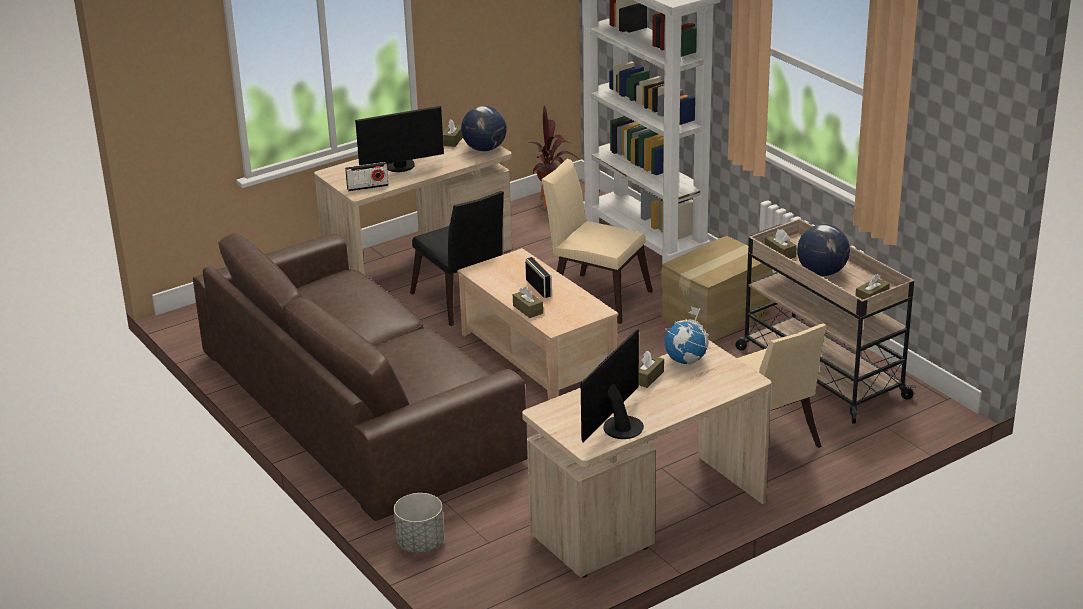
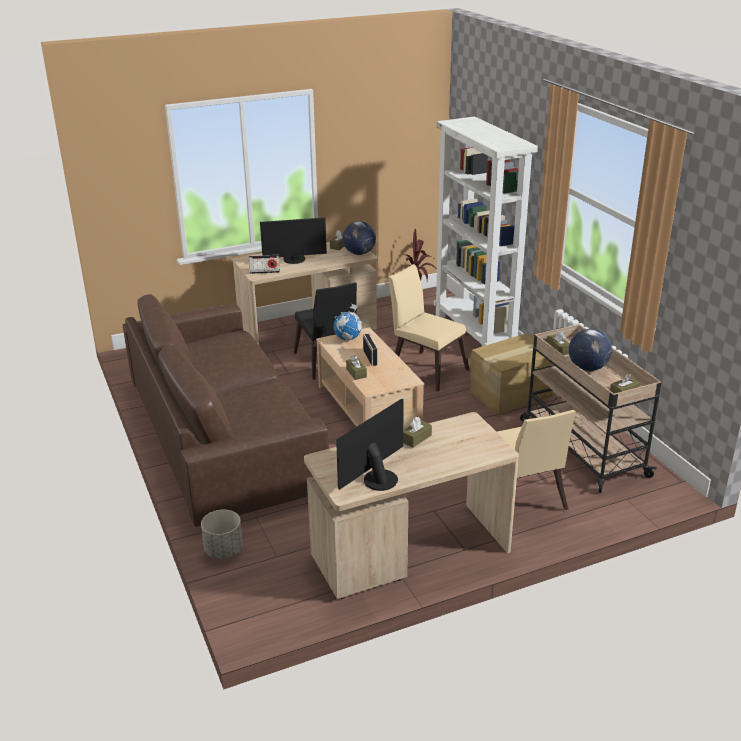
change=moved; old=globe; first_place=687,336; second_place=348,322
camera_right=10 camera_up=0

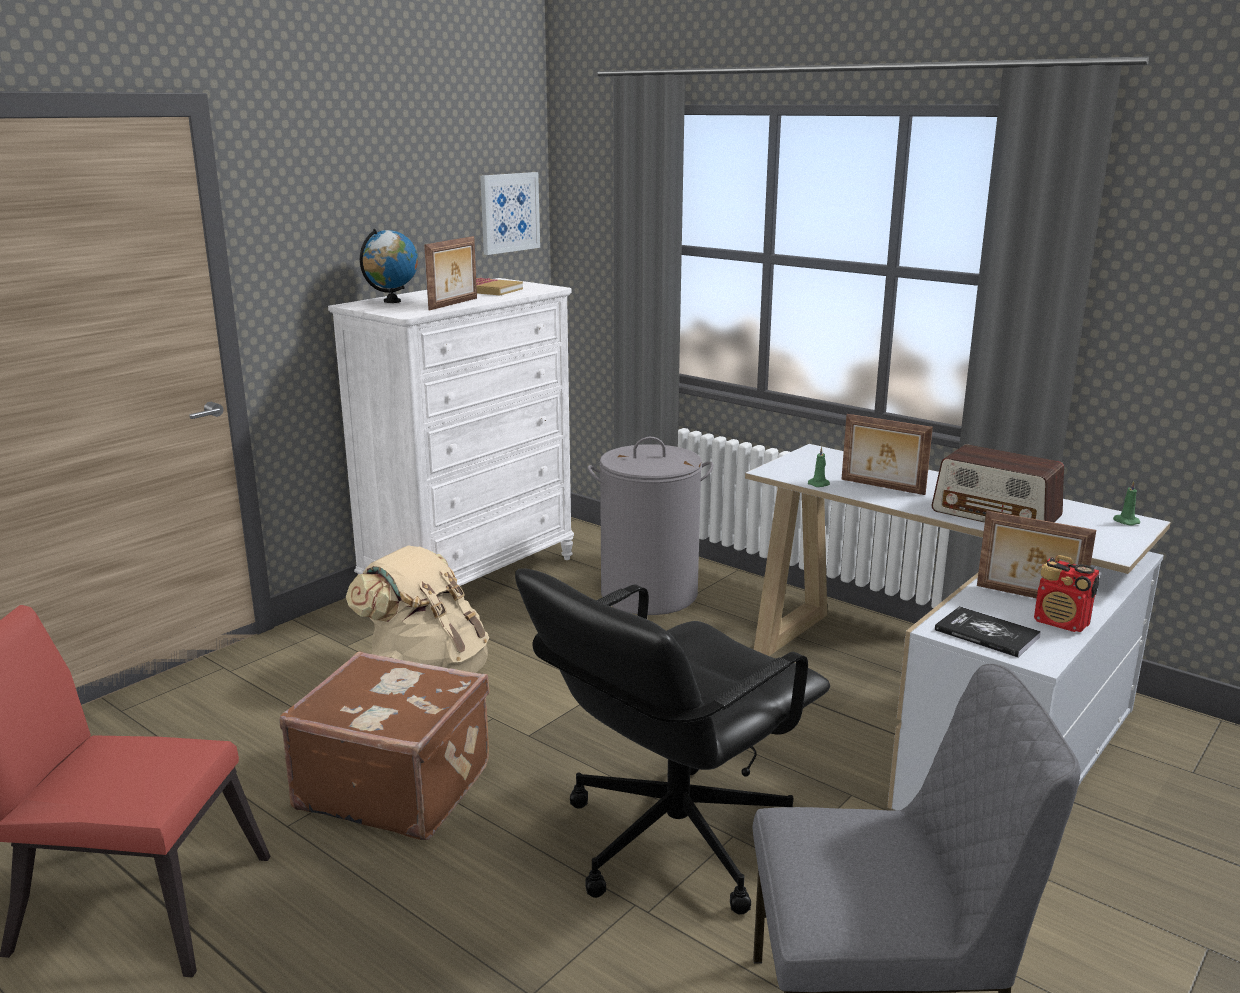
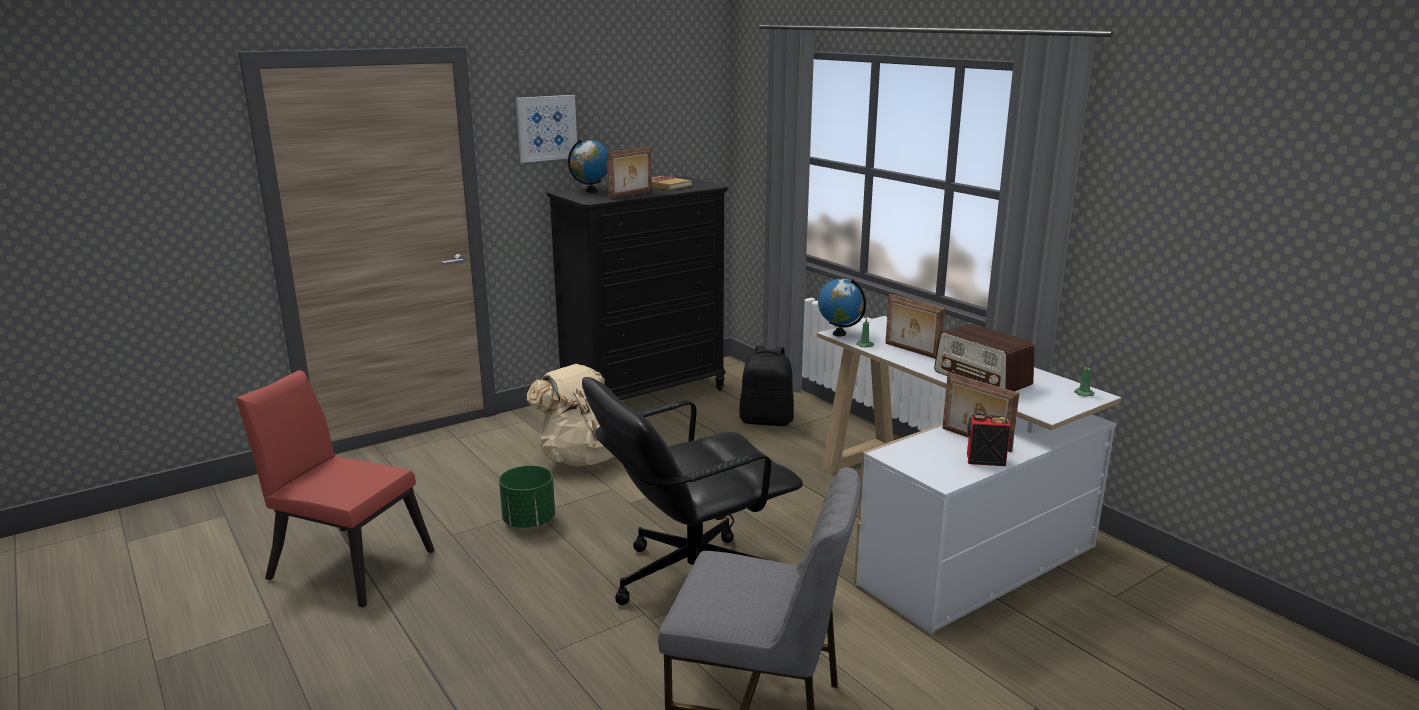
change=replaced; old=brown_suitcase; new=green_planter; first_place=384,745; second_place=527,496
change=recoloured; old=white_dresser; new=black_dresser; first_place=451,432; second_place=637,288
change=moved; old=picture; first_place=510,213; second_place=546,129
change=replaced; old=grey_laundry_basket; new=black_backpack; first_place=651,526; second_place=766,386
change=removed; old=book; first_place=988,632
change=turned; old=radio; first_place=1066,593; second_place=989,439; degrees=135
change=added; new=globe; second_place=842,308
camera_right=15 camera_up=0

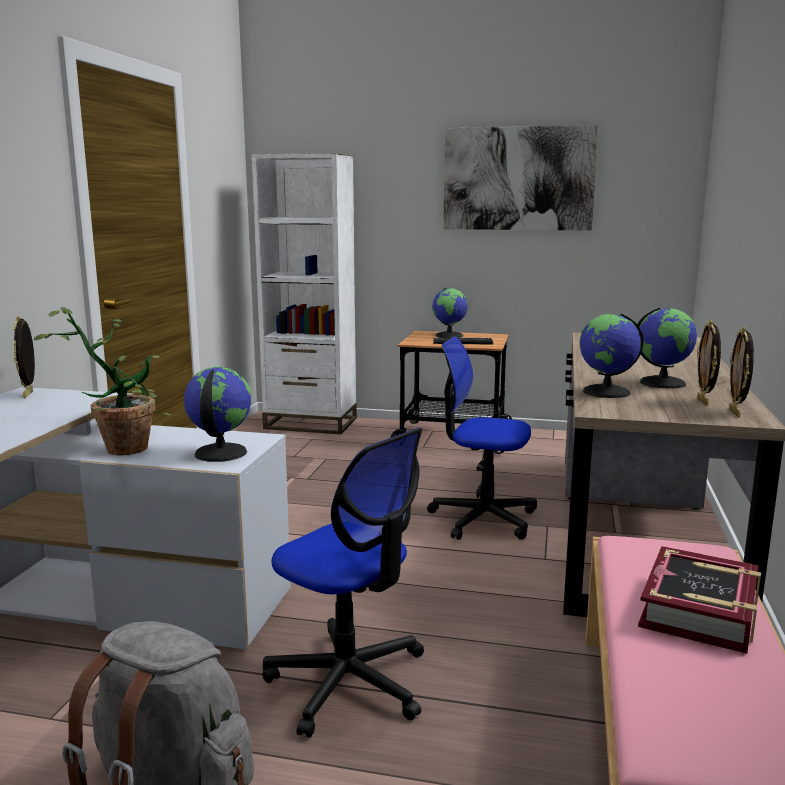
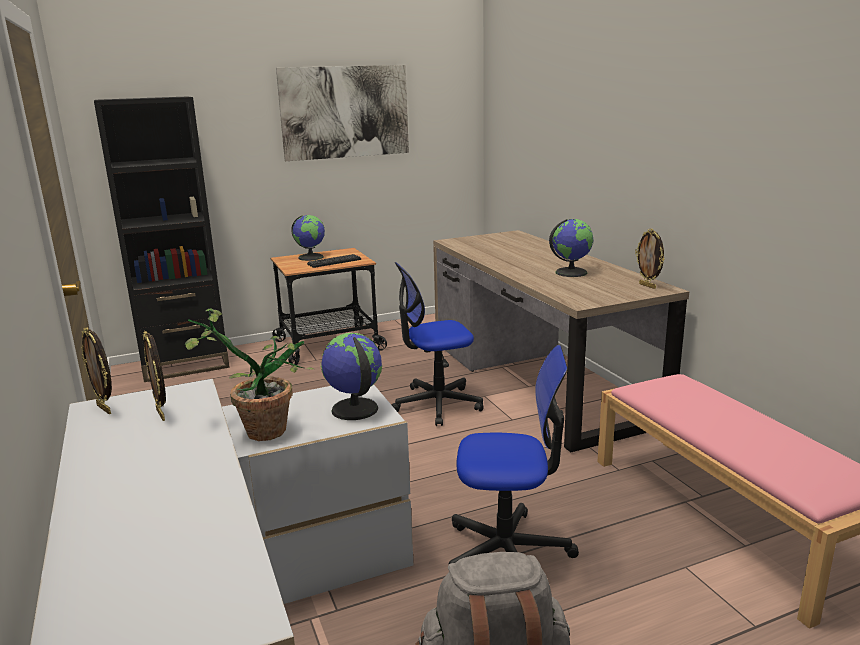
change=recoloured; old=white_bookcase; new=black_bookcase; first_place=304,293; second_place=162,239
change=removed; old=globe; first_place=611,356
change=removed; old=book; first_place=699,600
change=moved; old=picture_frame; first_place=709,363; second_place=154,376
camera_right=-35 camera_up=5

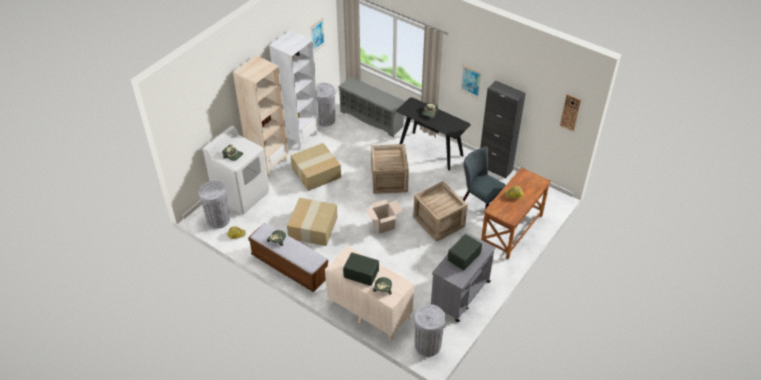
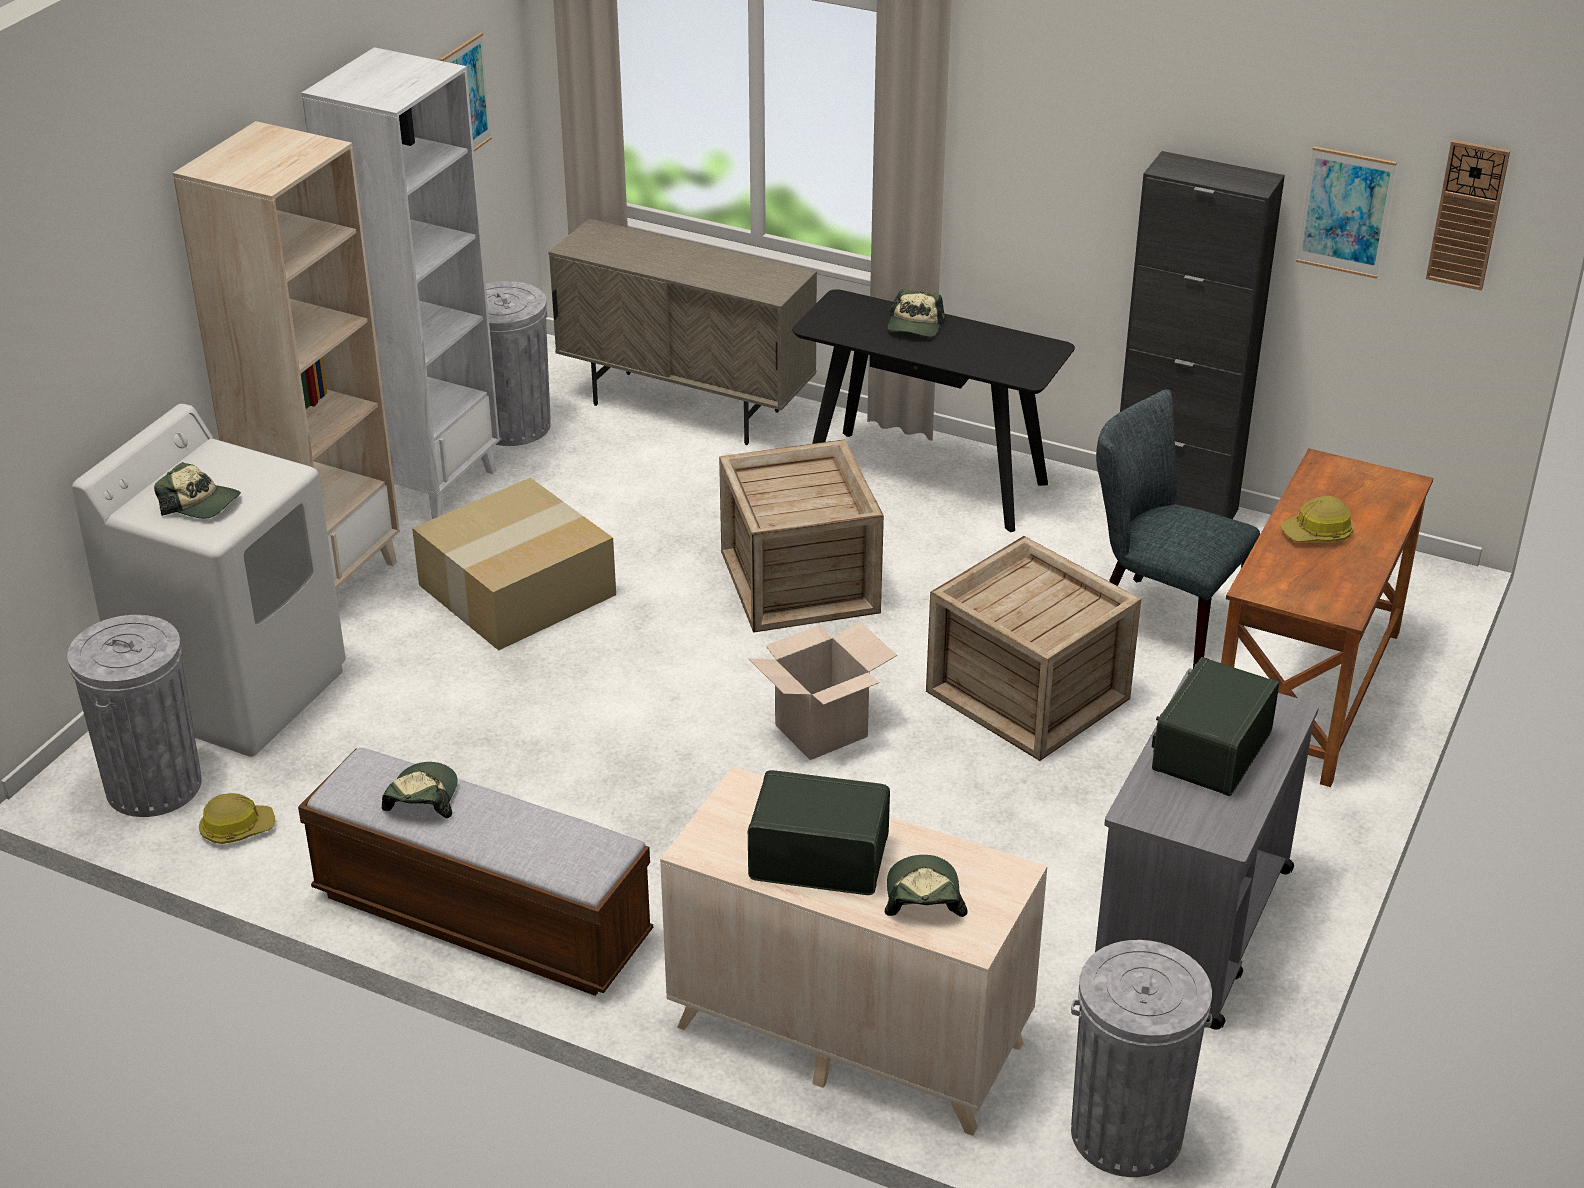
change=removed; old=cardboard_box; first_place=312,222
change=replaced; old=grey_shoe_rack; new=beige_cabinet; first_place=372,107; second_place=682,332
change=moved; old=picture; first_place=471,82; second_place=1346,213
camera_right=-10 camera_up=-10

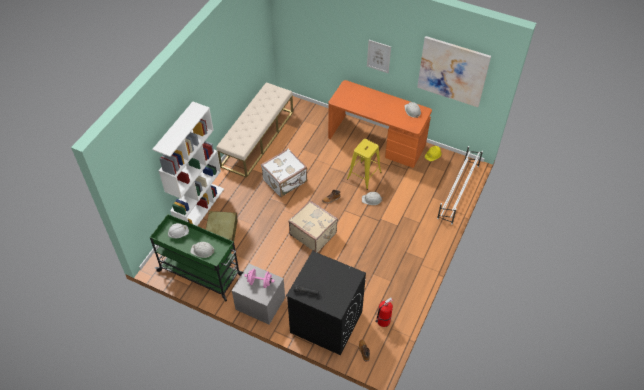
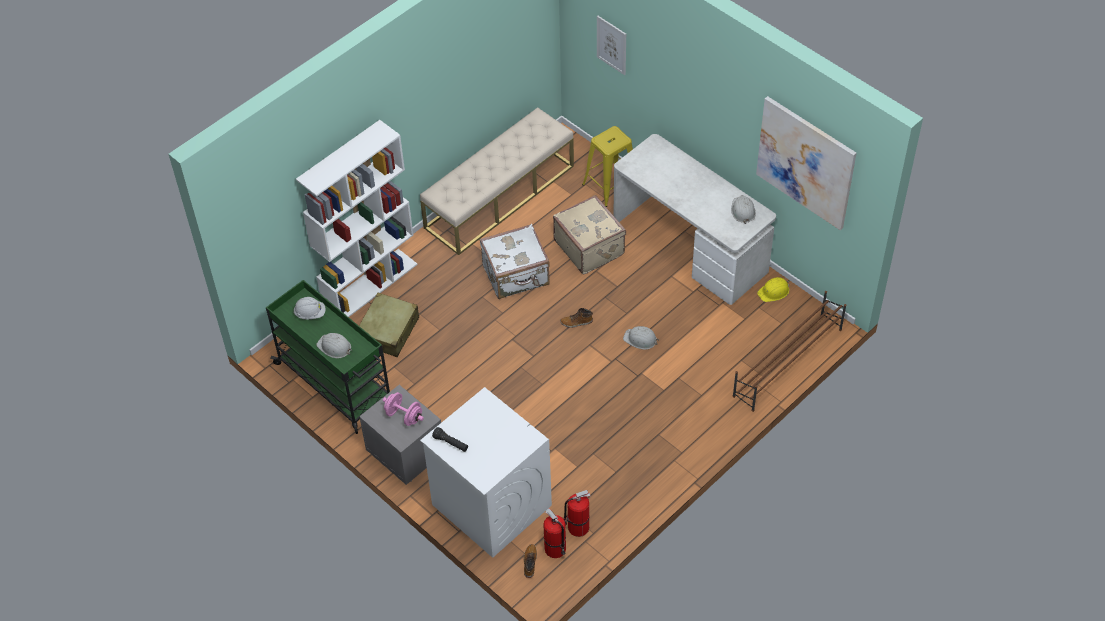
change=recoloured; old=black_washing_machine; new=white_washing_machine; first_place=326,303; second_place=486,472
change=moved; old=beige_suitcase; first_place=313,226; second_place=589,234
change=recoloured; old=orange_desk; new=white_desk; first_place=380,124; second_place=694,219
change=moved; old=yellow_stool; first_place=364,164; second_place=607,166
change=moved; old=picture; first_place=379,56; second_place=611,45
change=recoloured; old=white_shoe_rack; new=brown_shoe_rack; first_place=460,185; second_place=789,351
change=added; new=fire_extinguisher; second_place=554,533
camera_right=20 camera_up=0

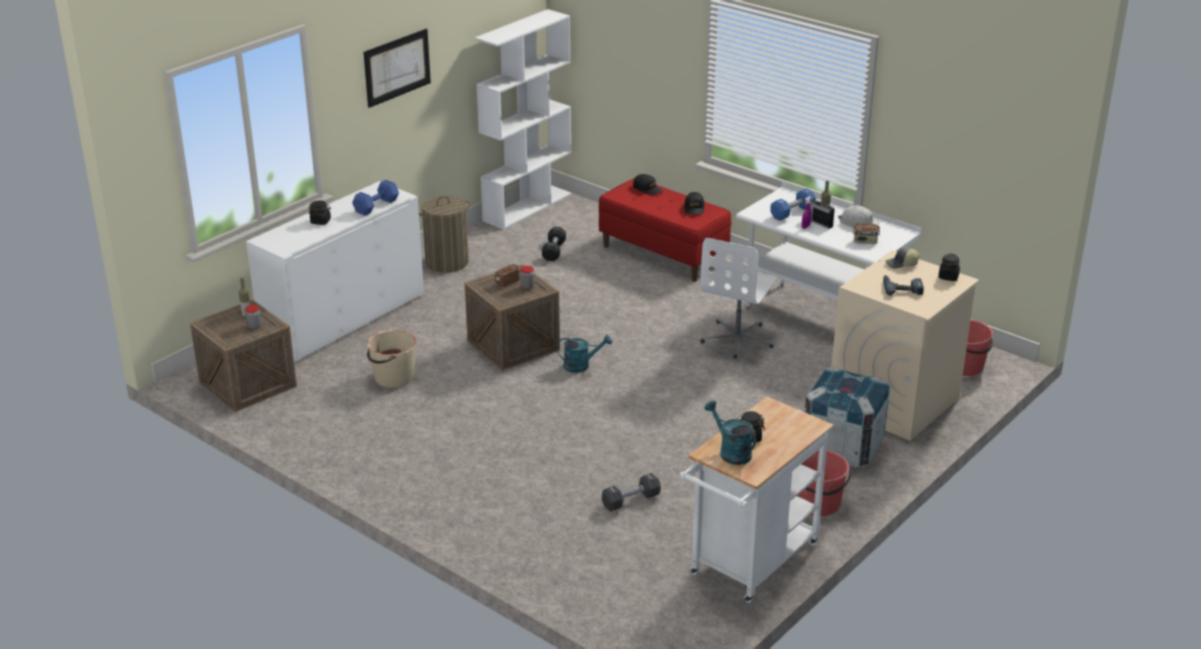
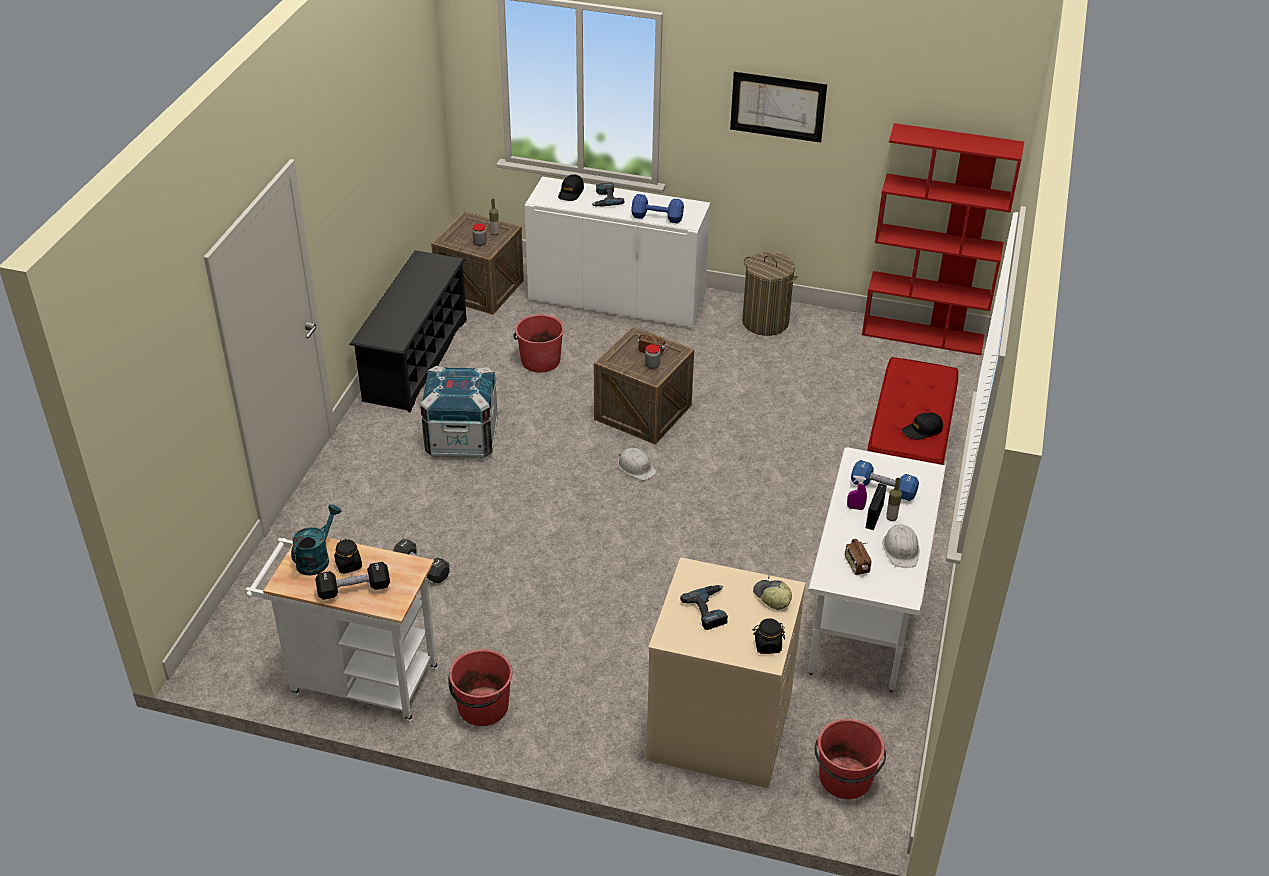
change=replaced; old=black_jar; new=power_drill; first_place=320,212; second_place=608,195
change=recoloured; old=beige_bucket; new=red_bucket; first_place=392,359; second_place=538,343
change=recoloured; old=white_bookcase; new=red_bookcase; first_place=523,119; second_place=943,239
change=moved; old=black_dumbbell; first_place=554,244; second_place=352,581
change=replaced; old=turquoise_watering_can; new=white_hard_hat; first_place=584,353; second_place=637,464
change=moved; old=black_cap; first_place=648,184; second_place=571,188
change=removed; old=white_office_chair; first_place=739,298
change=moved; old=crate; first_place=847,417; second_place=459,412
change=added; new=black_shoe_rack; second_place=408,331
camera_right=65 camera_up=10

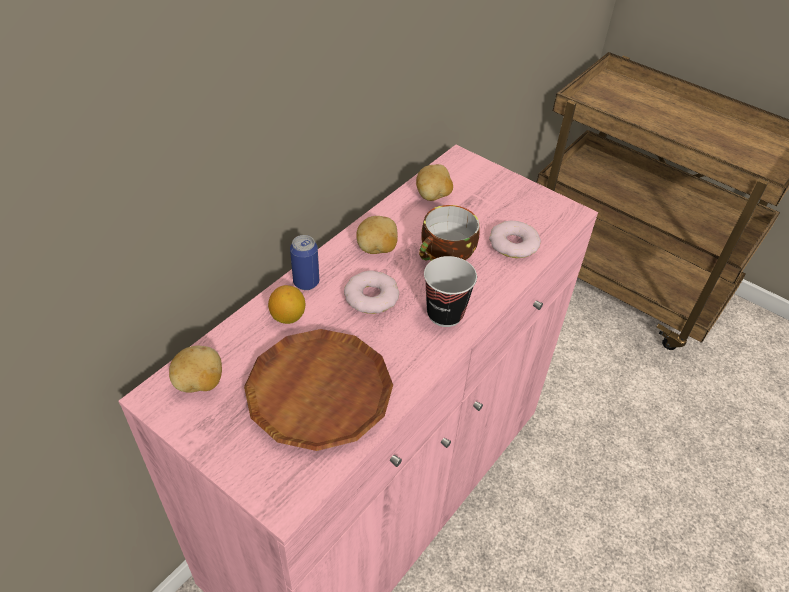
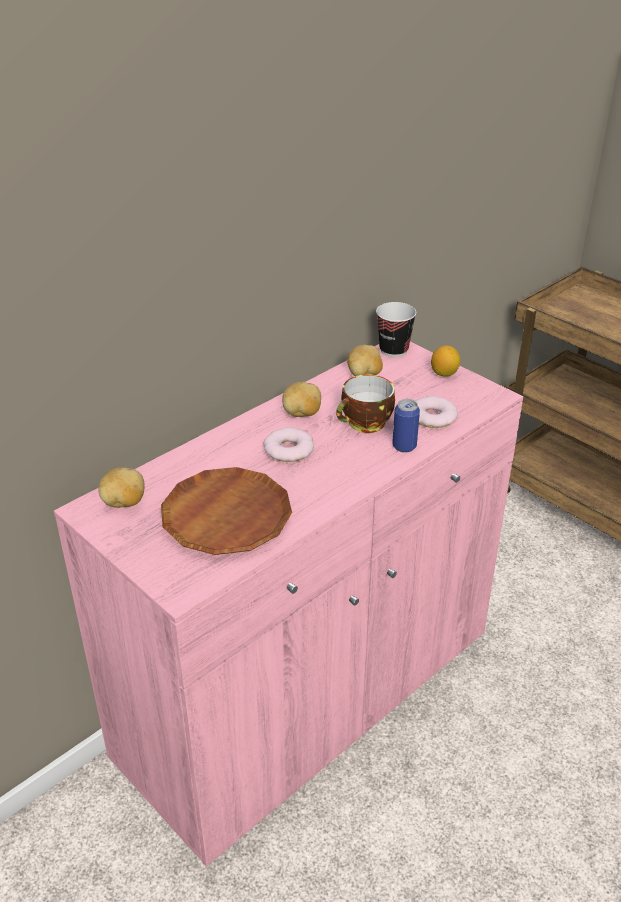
change=moved; old=lemon; first_place=286,304; second_place=445,361
change=moved; old=can; first_place=304,262; second_place=406,426
change=moved; old=cup; first_place=450,291; second_place=396,329
camera_right=10 camera_up=-10

